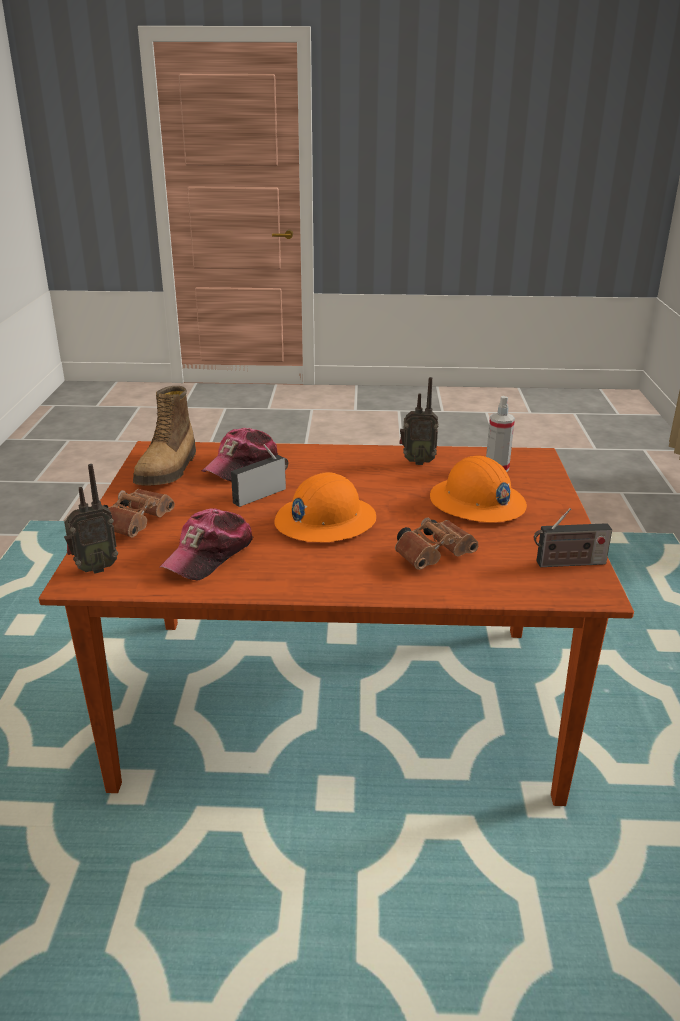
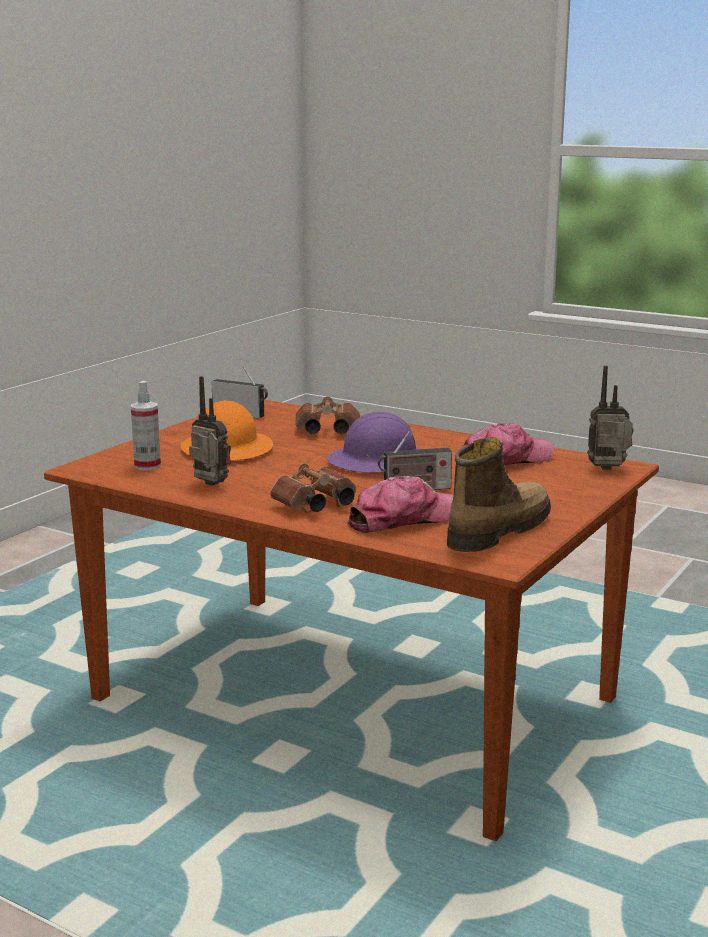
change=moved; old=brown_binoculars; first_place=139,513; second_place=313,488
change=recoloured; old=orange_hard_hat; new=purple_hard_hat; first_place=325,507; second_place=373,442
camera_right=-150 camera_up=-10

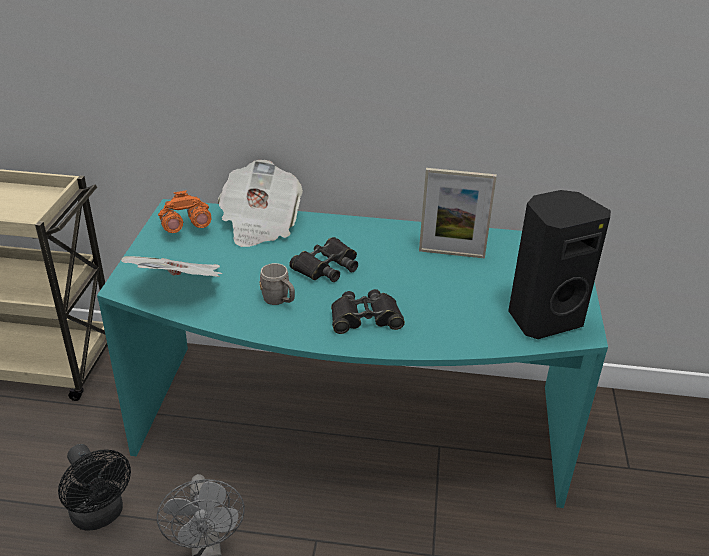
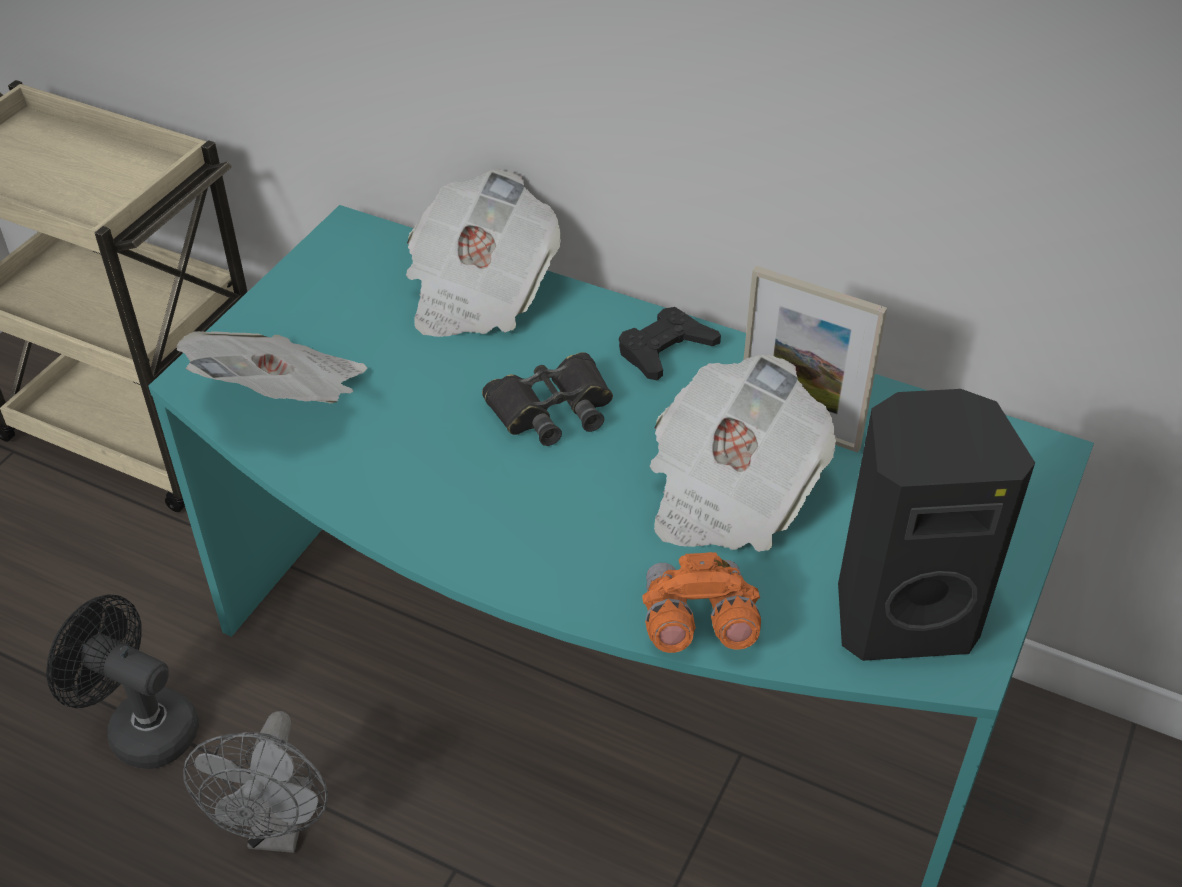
change=turned; old=black_fan; first_place=94,487; second_place=122,681; degrees=135
change=moved; old=orange_binoculars; first_place=185,211; second_place=701,602
change=removed; old=grey_mug; first_place=277,284
change=removed; old=black_binoculars; first_place=368,311
change=added; new=black_game_controller; second_place=670,344
change=added; new=newspaper; second_place=743,453
camera_right=20 camera_up=10

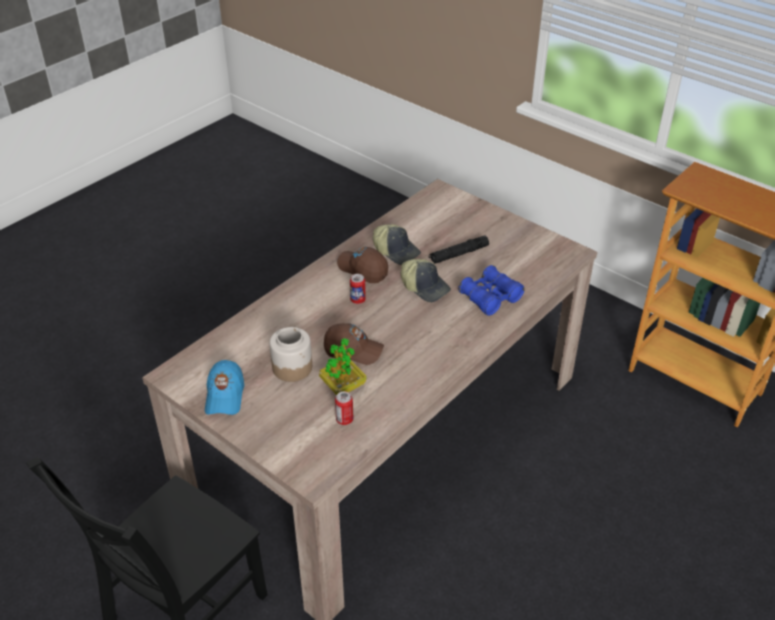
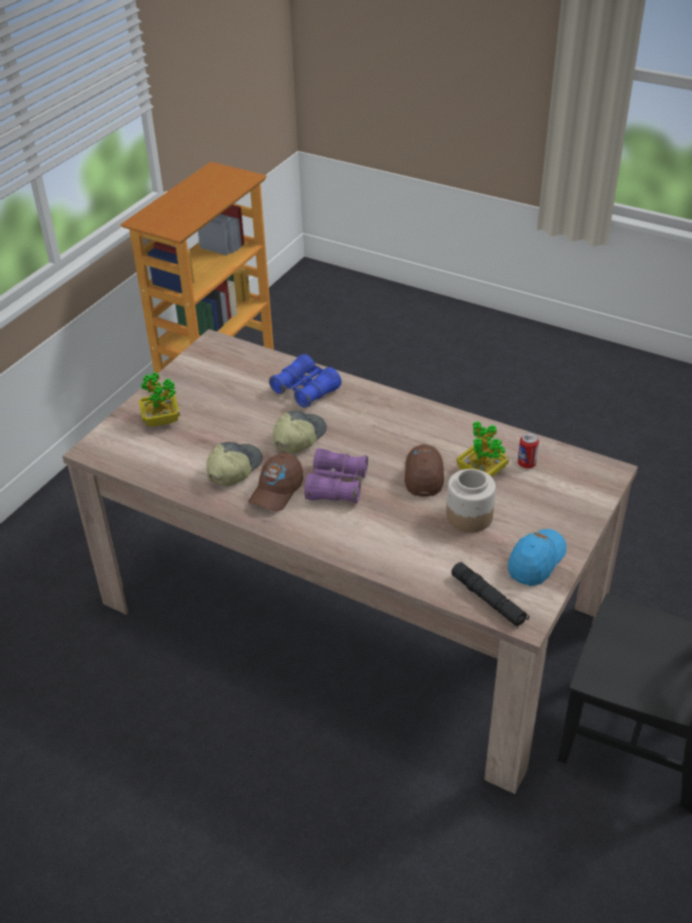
change=turned; old=blue_cap; first_place=224,387; second_place=537,557; degrees=-45
change=replaced; old=can; new=purple_binoculars; first_place=358,289; second_place=336,476
change=moved; old=black_flashlight; first_place=459,249; second_place=490,595
change=added; new=potted_plant; second_place=159,399
camera_right=-100 camera_up=0

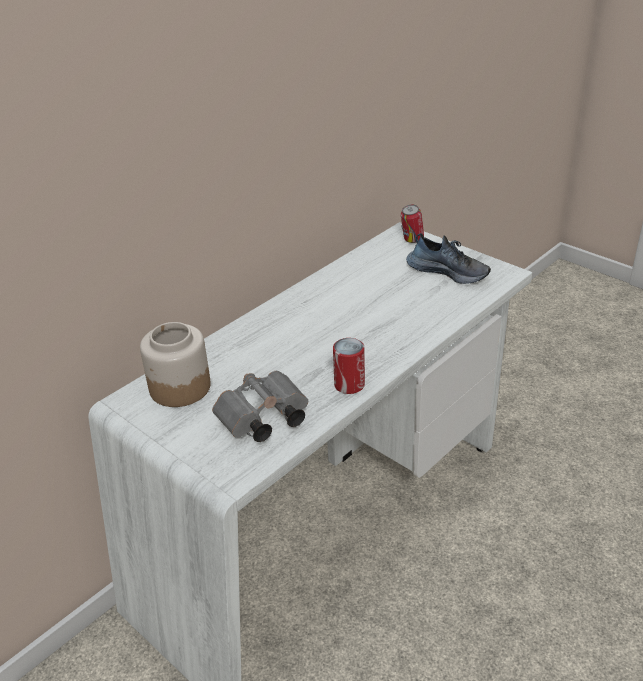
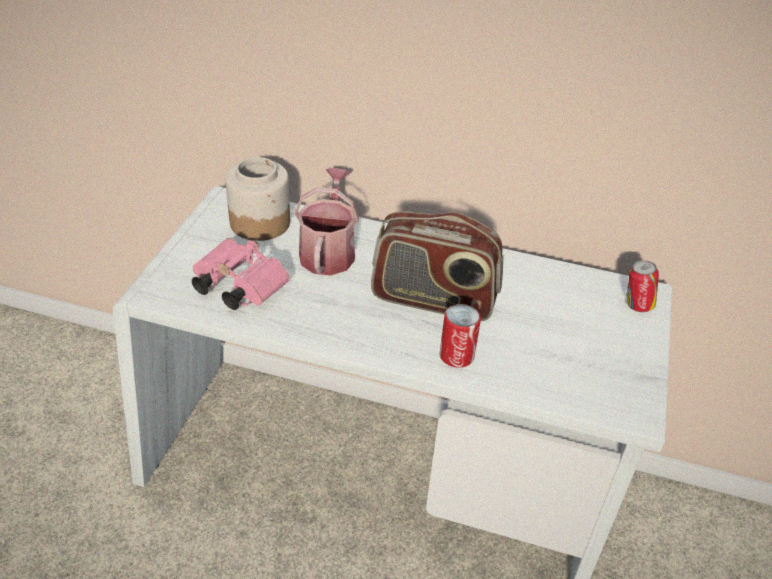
change=recoloured; old=grey_binoculars; new=pink_binoculars; first_place=260,406; second_place=240,274
change=moved; old=can; first_place=349,366; second_place=460,336
change=removed; old=shoe; first_place=448,258
change=added; new=watering_can; second_place=327,222
change=added; new=radio; second_place=437,266
camera_right=60 camera_up=5

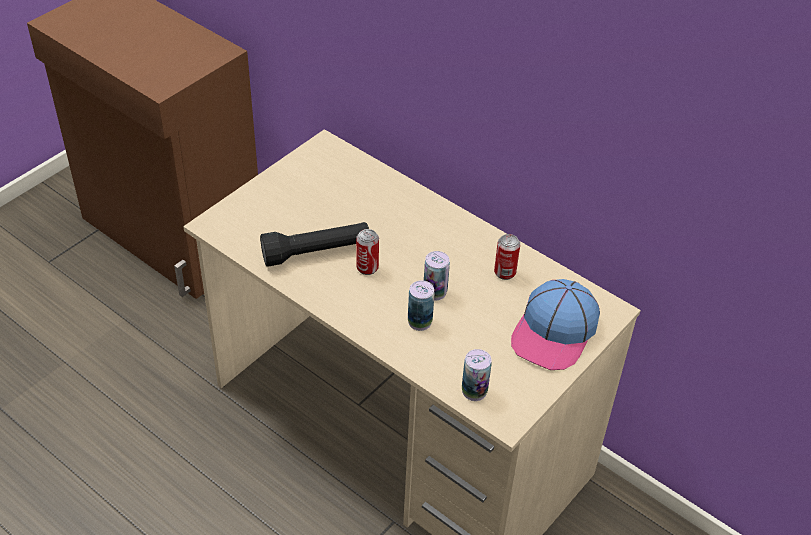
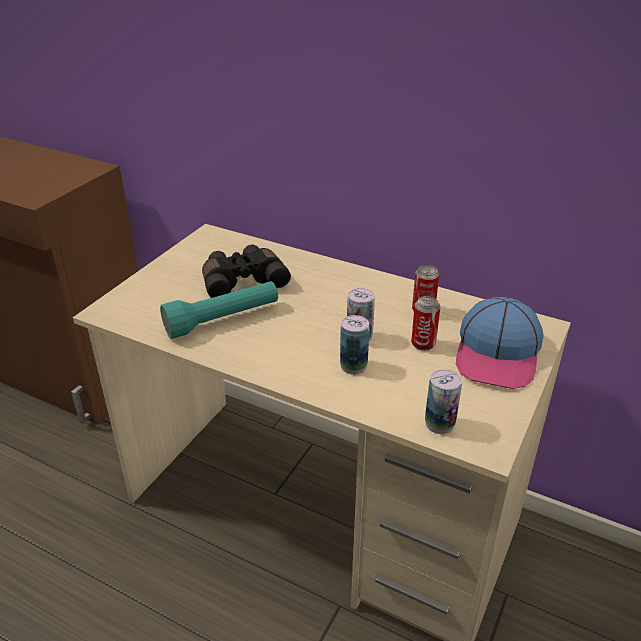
change=recoloured; old=black_flashlight; new=turquoise_flashlight; first_place=314,244; second_place=219,310
change=moved; old=can; first_place=367,252; second_place=425,323
change=added; new=black_binoculars; second_place=246,271
camera_right=-10 camera_up=-10

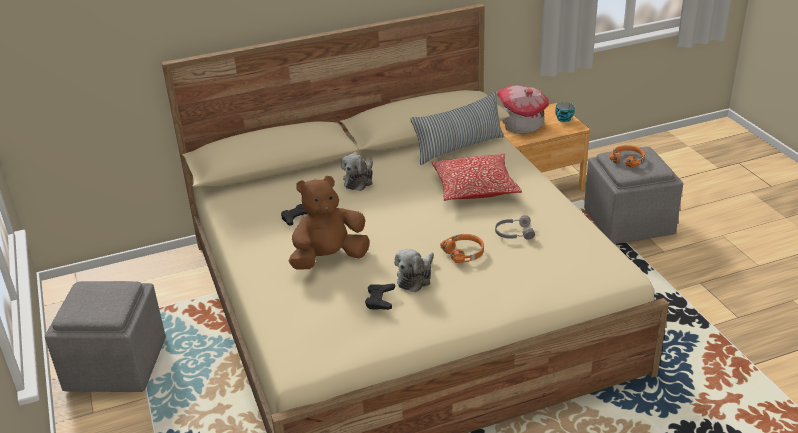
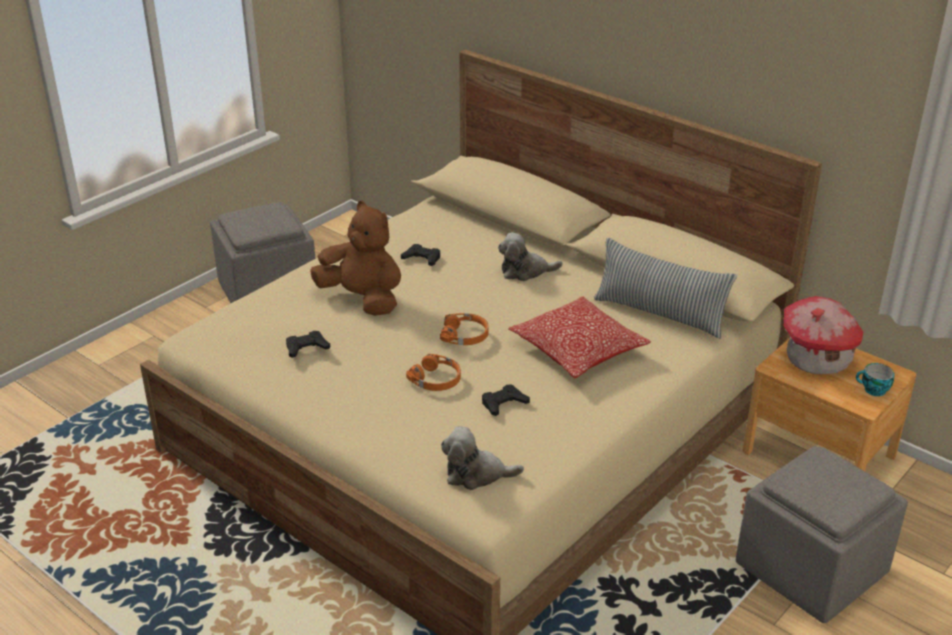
change=moved; old=plush_toy; first_place=414,270; second_place=482,458
change=replaced; old=grey_headphones; new=black_game_controller; first_place=515,227; second_place=506,400
change=moved; old=orange_headphones; first_place=627,156; second_place=464,329
camera_right=60 camera_up=0

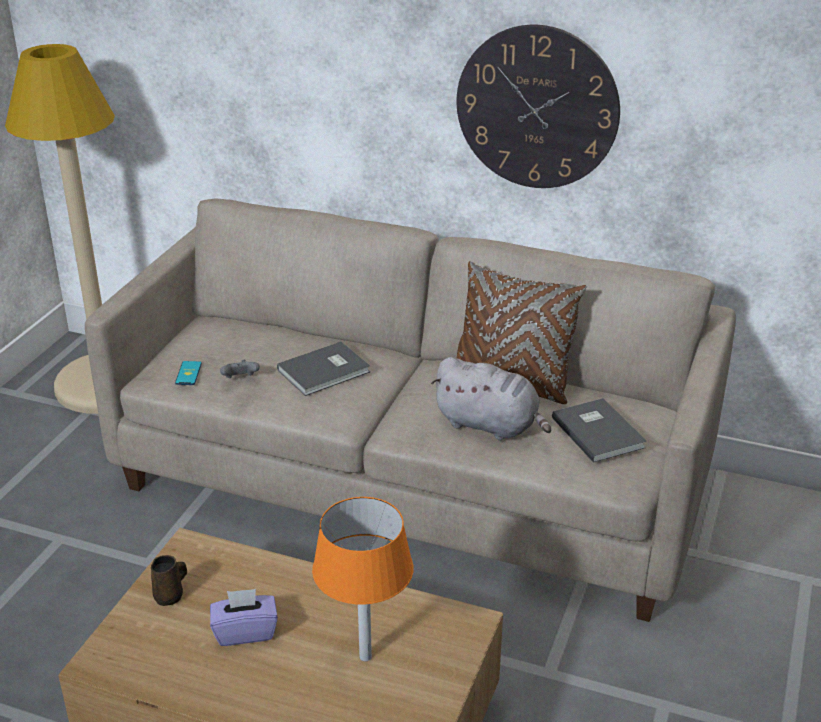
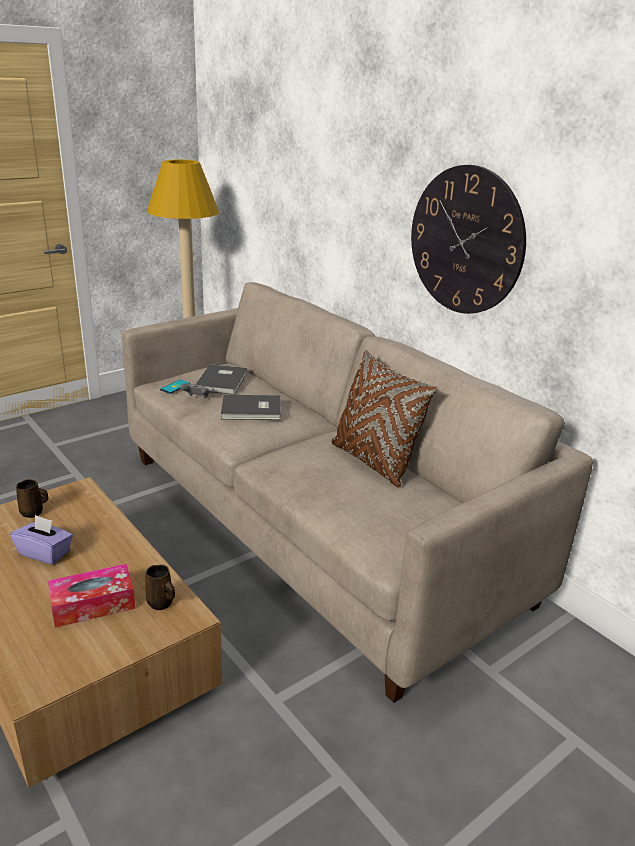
change=replaced; old=orange_table_lamp; new=tissue_box; first_place=363,579; second_place=92,596
change=removed; old=grey_plush_toy; first_place=491,398
change=moved; old=grey_book; first_place=599,430; second_place=221,379
change=added; new=brown_mug; second_place=160,587
camera_right=30 camera_up=-5

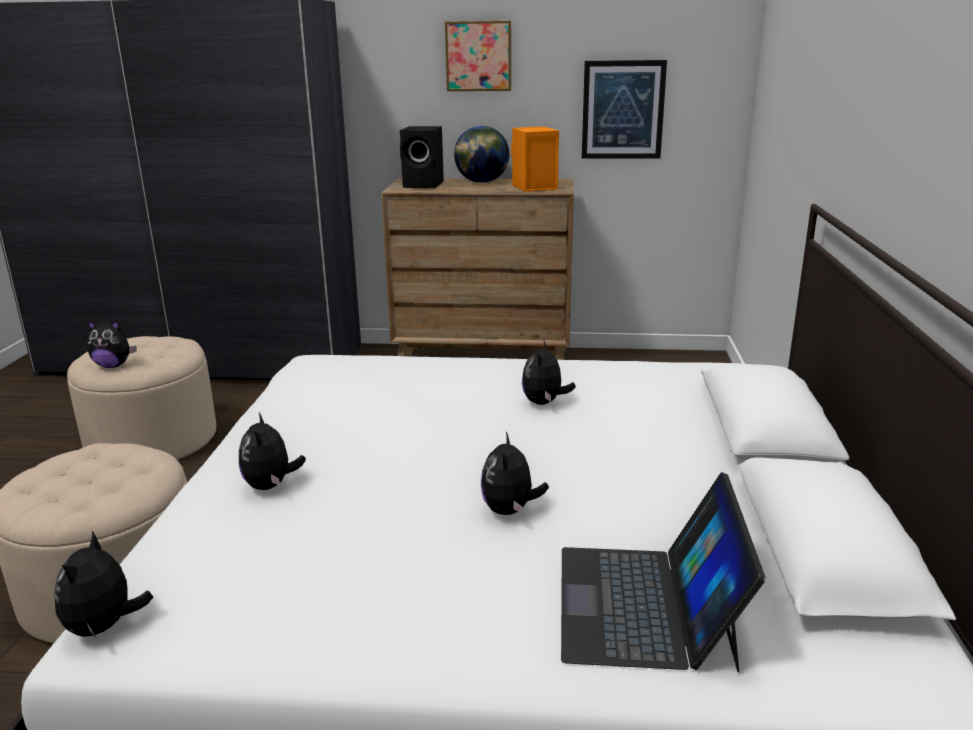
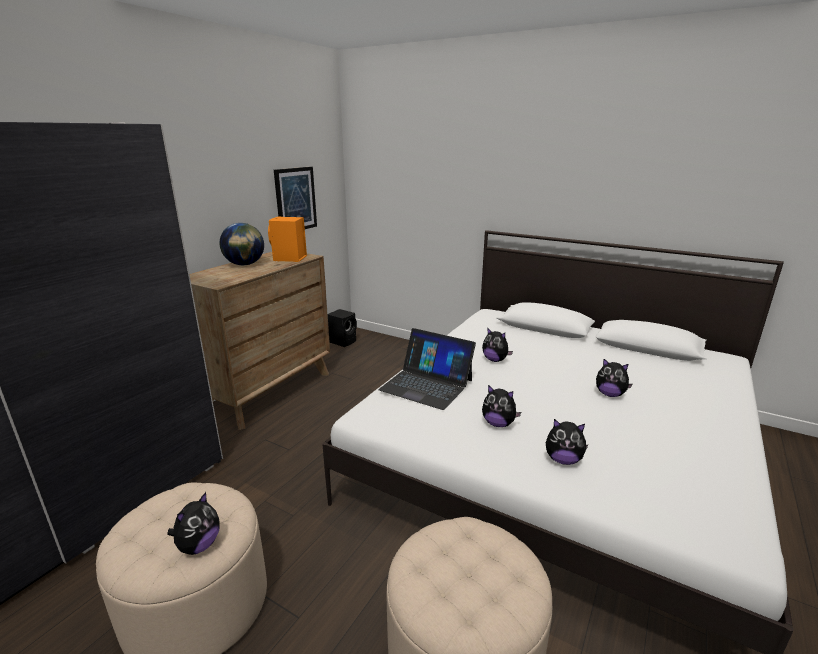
change=moved; old=plush_toy; first_place=104,584; second_place=501,406
change=moved; old=black_speaker; first_place=422,157; second_place=342,328
change=removed; old=picture; first_place=478,56
change=moved; old=laptop; first_place=663,572; second_place=427,369
camera_right=-65 camera_up=0

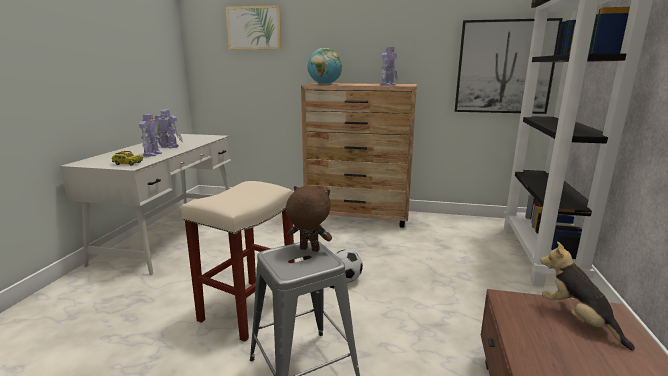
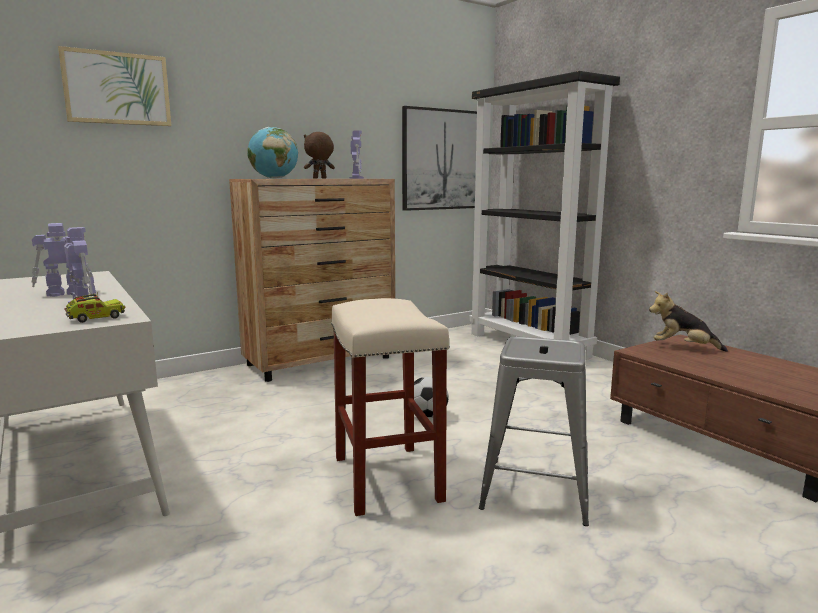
change=moved; old=brown_plush_toy; first_place=309,219; second_place=319,155
camera_right=-45 camera_up=-5

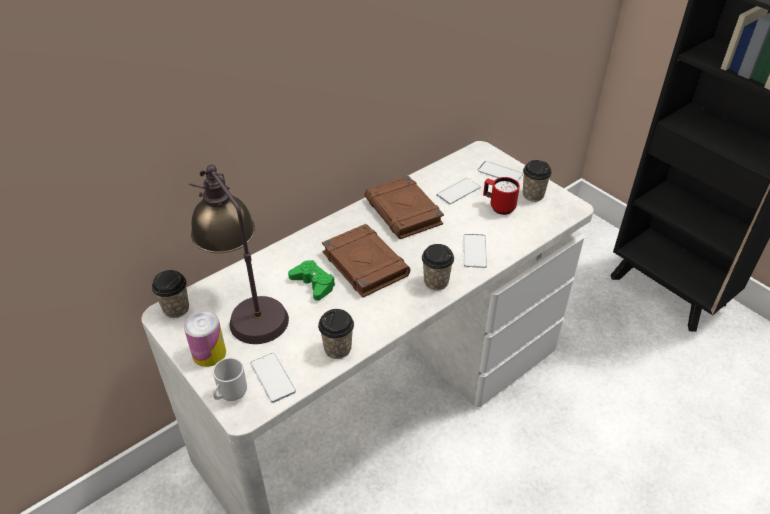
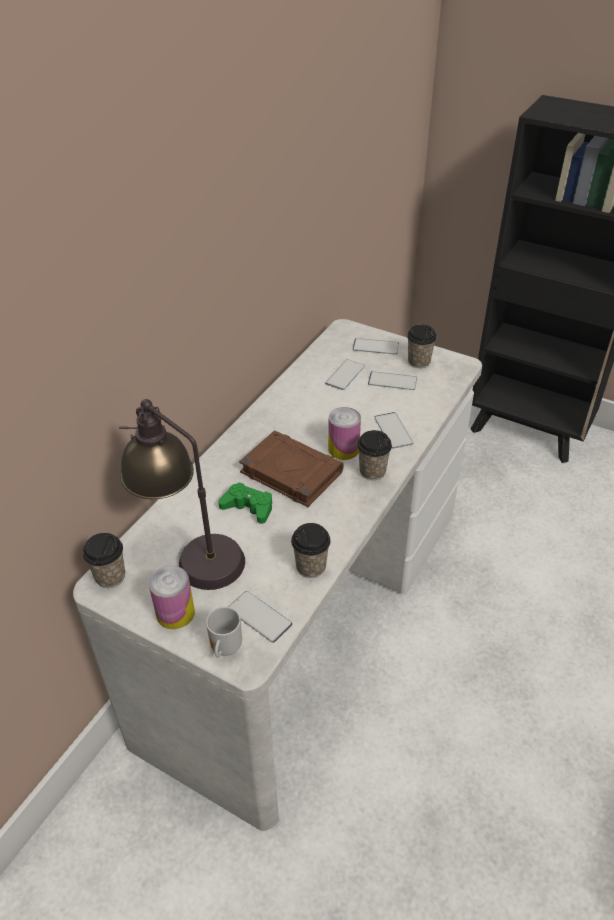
change=removed; old=brown_book; first_place=404,207
change=replaced; old=red_mug; new=phone; first_place=501,196; second_place=392,380
change=added; new=can; second_place=344,433
camera_right=-20 camera_up=0

